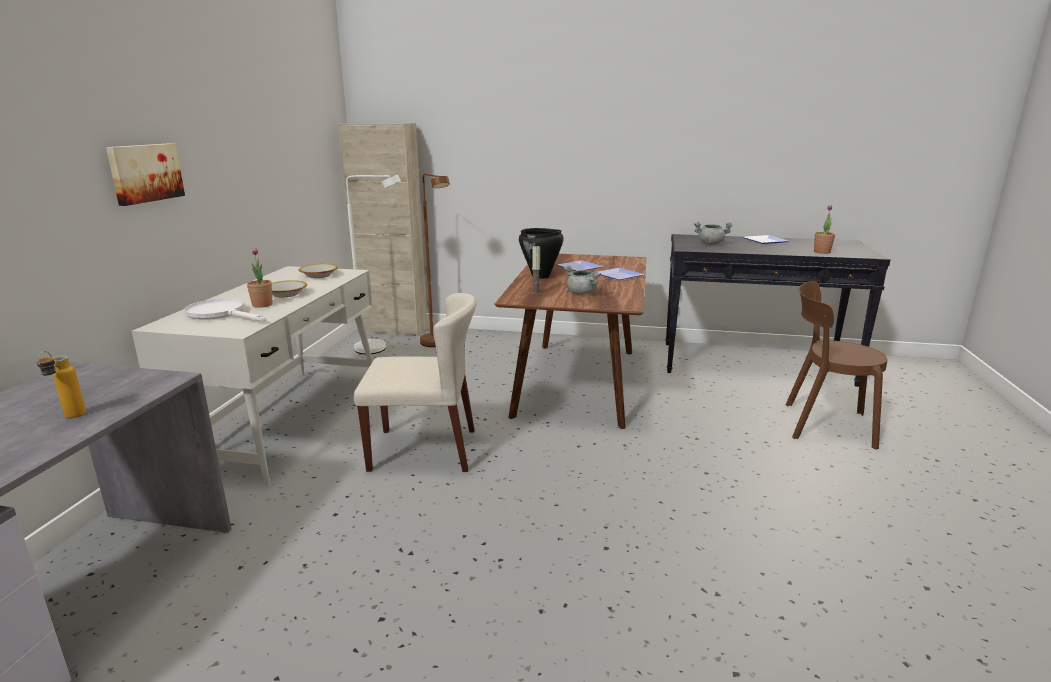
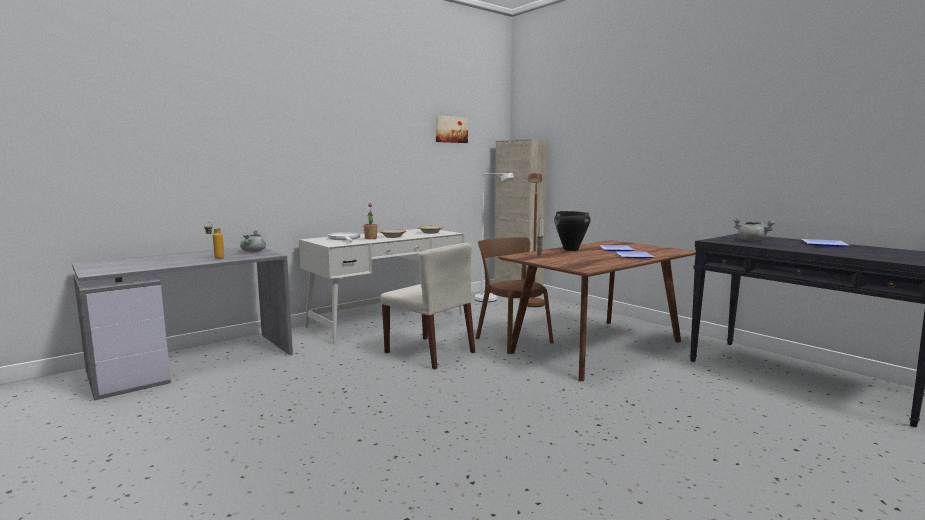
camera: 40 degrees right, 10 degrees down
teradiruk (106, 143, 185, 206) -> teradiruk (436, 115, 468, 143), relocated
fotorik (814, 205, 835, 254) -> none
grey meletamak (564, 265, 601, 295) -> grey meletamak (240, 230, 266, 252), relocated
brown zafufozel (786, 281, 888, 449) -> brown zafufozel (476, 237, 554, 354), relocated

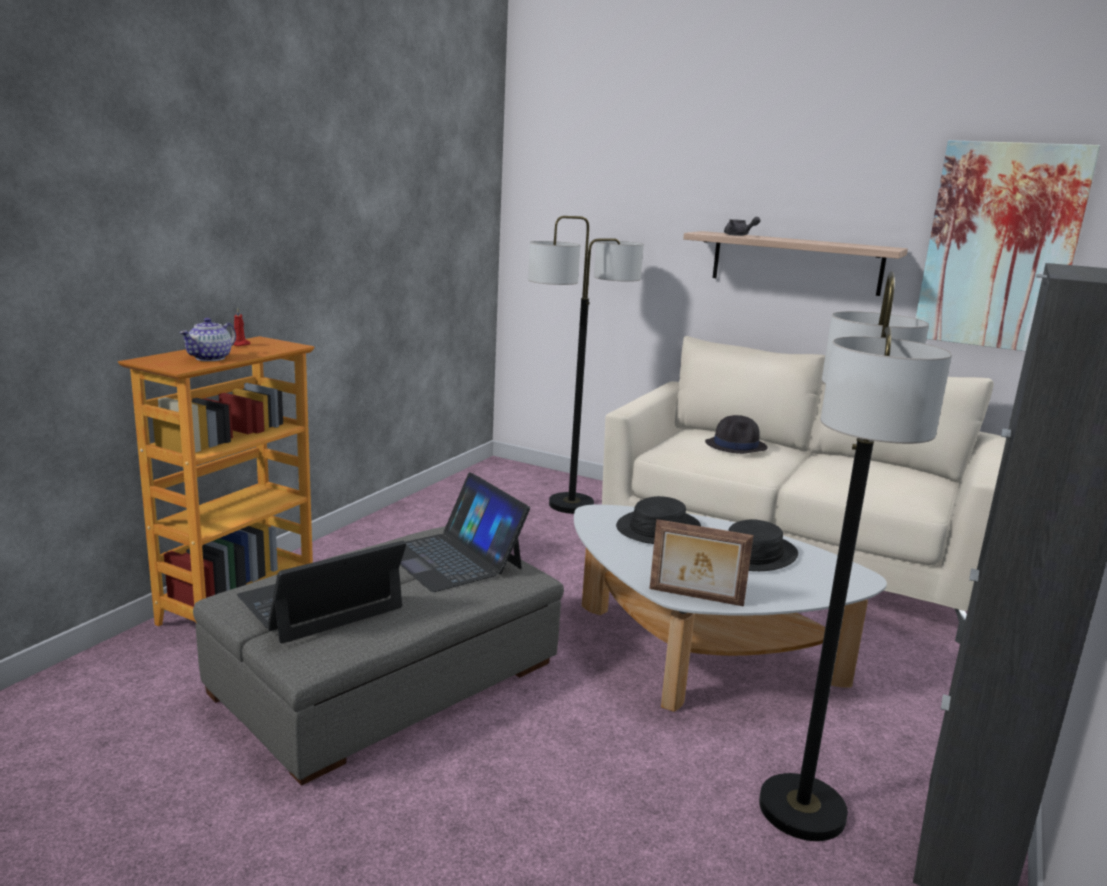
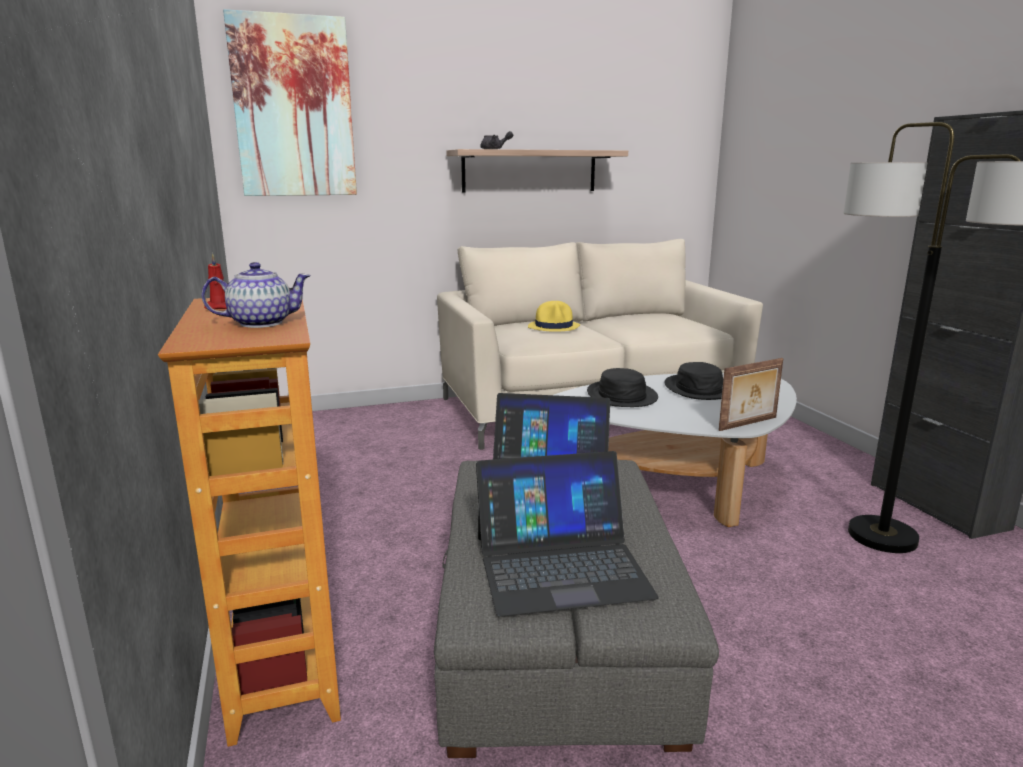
camera: 45 degrees left, 0 degrees up
teradiruk (916, 140, 1100, 351) -> teradiruk (223, 9, 357, 196), relocated
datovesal (528, 216, 644, 514) -> none
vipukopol (179, 318, 236, 361) -> vipukopol (201, 262, 311, 328), 90 degrees counterclockwise
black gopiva (705, 415, 767, 454) -> yellow gopiva (528, 301, 580, 332)
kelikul (237, 541, 406, 644) -> kelikul (476, 451, 658, 616), 105 degrees counterclockwise

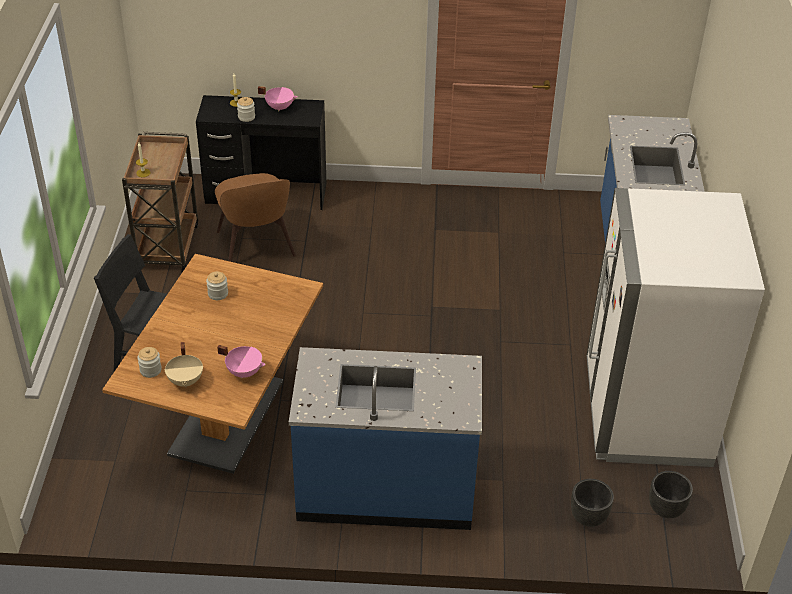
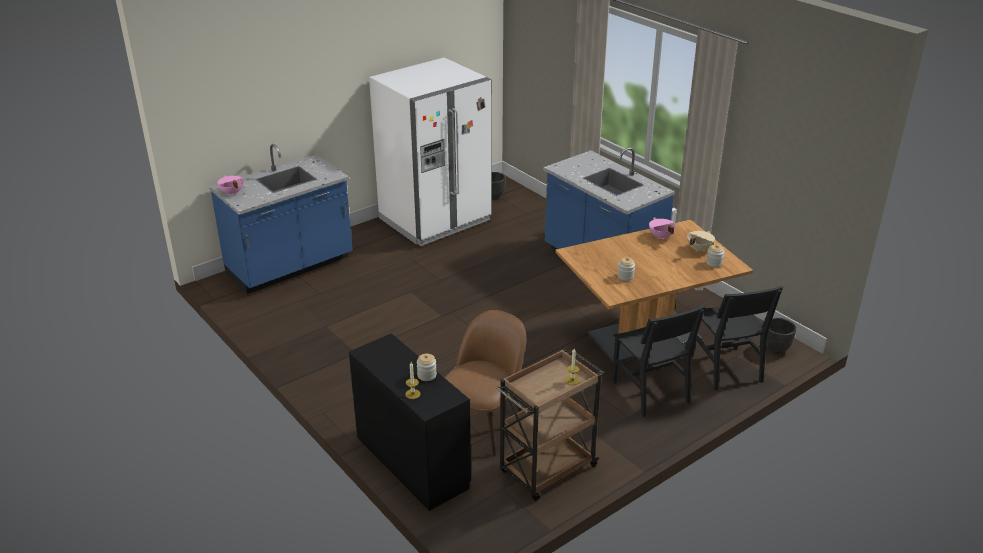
camera: 130 degrees left, 10 degrees down
pink meletamak (258, 86, 298, 112) -> pink meletamak (217, 175, 244, 195), relocated
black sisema (571, 479, 614, 527) -> black sisema (766, 318, 796, 353), relocated
none -> black zafufozel (691, 286, 783, 390)

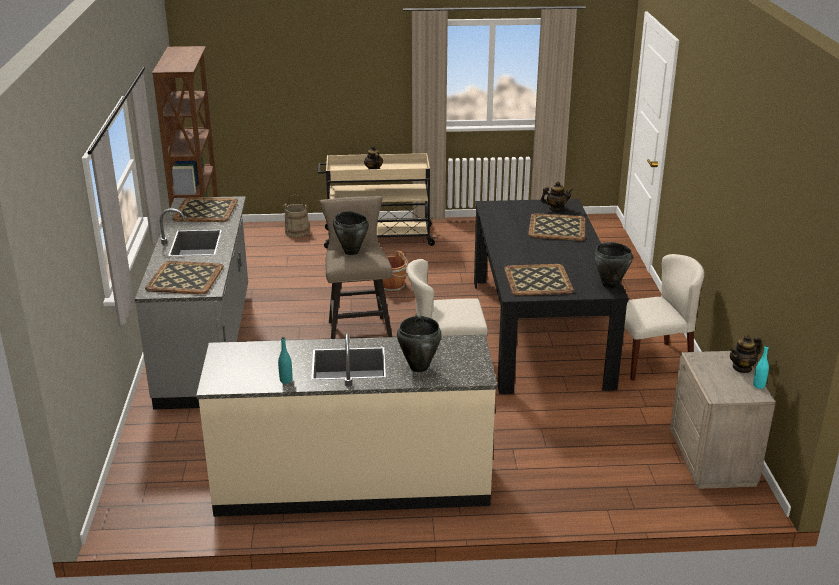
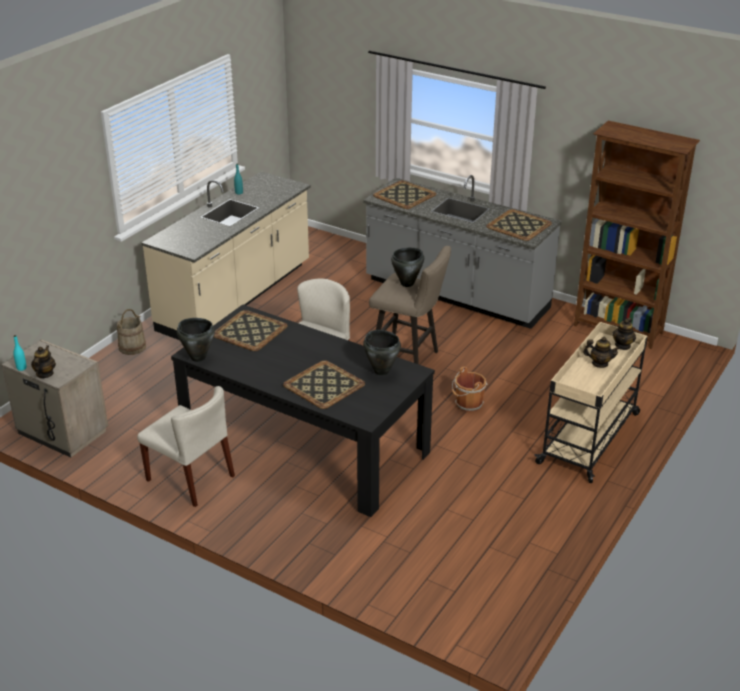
camera: 125 degrees right, 5 degrees up
vipukopol (541, 181, 573, 211) -> vipukopol (612, 317, 636, 350), relocated
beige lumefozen (283, 195, 310, 237) -> beige lumefozen (117, 309, 146, 355), relocated
beige zafufozel (624, 254, 704, 381) -> beige zafufozel (137, 386, 235, 507), 75 degrees counterclockwise
black meletamak (397, 316, 442, 372) -> black meletamak (363, 330, 401, 375), relocated

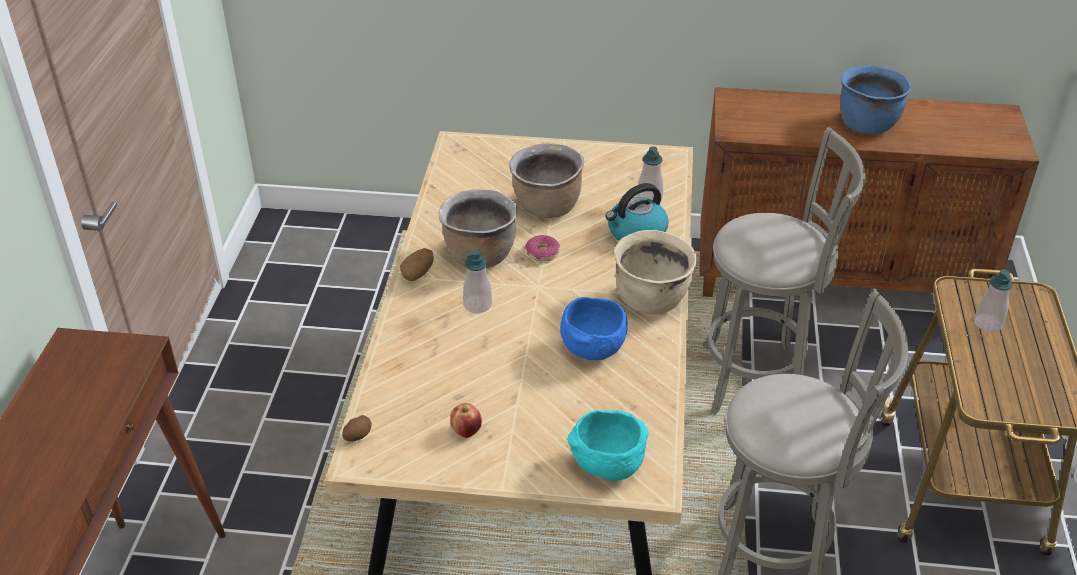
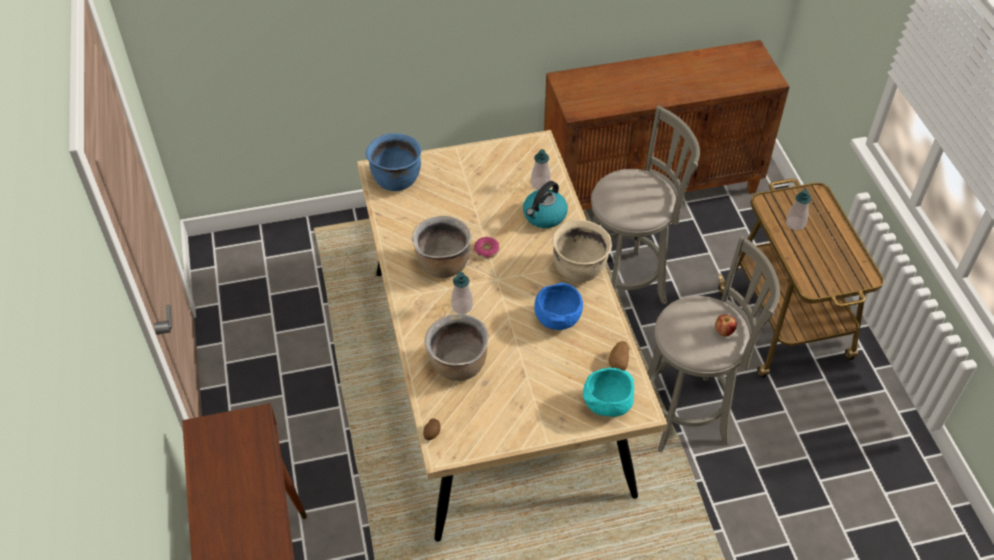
camera: 20 degrees left, 10 degrees up
blue meletamak (840, 65, 912, 134) -> blue meletamak (365, 133, 422, 191), relocated
brown meletamak (509, 143, 584, 218) -> brown meletamak (425, 314, 488, 381), relocated
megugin (400, 248, 434, 281) -> megugin (609, 341, 629, 371), relocated
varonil (450, 403, 482, 438) -> varonil (715, 314, 737, 336), relocated

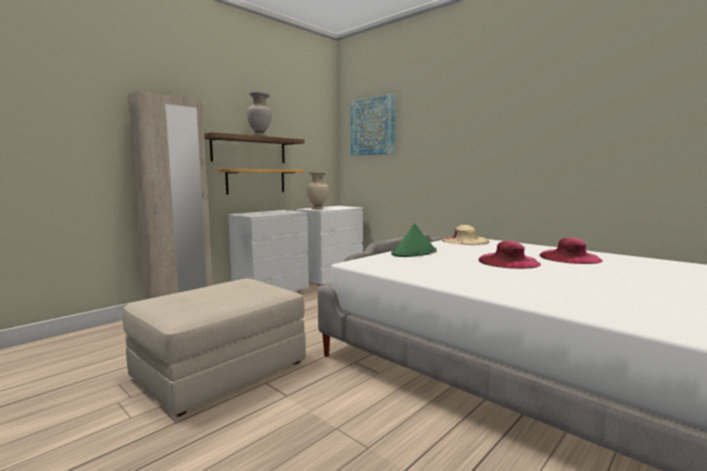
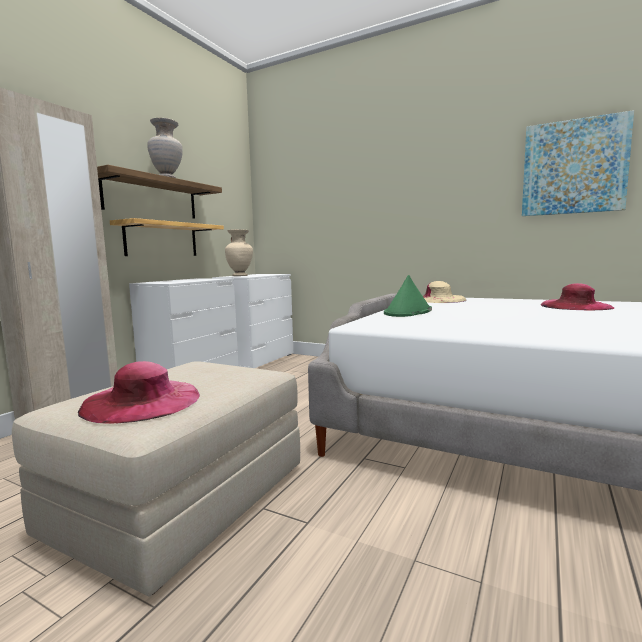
camera: 15 degrees left, 0 degrees up
teradiruk (351, 94, 396, 156) -> teradiruk (522, 110, 634, 216), relocated
pink gopiva (478, 240, 541, 269) -> pink gopiva (78, 361, 200, 424), relocated

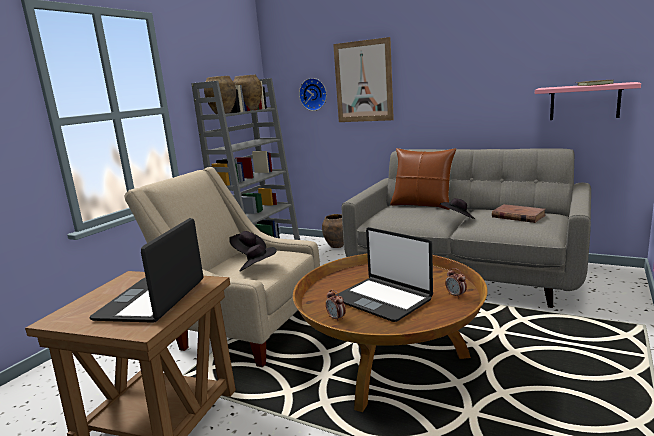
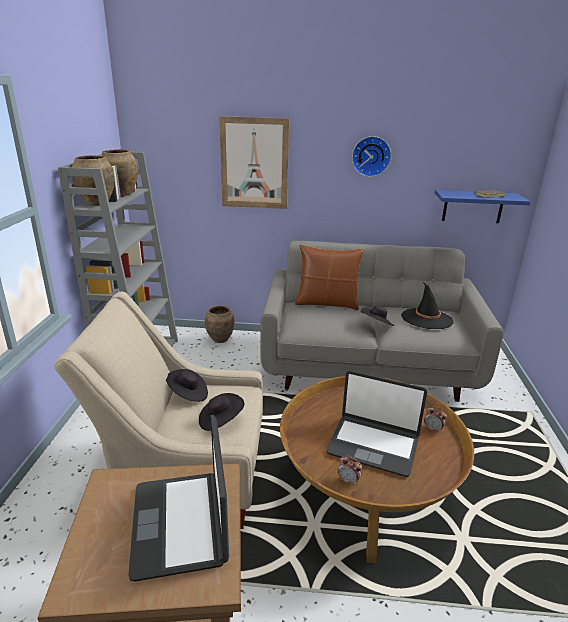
camera: 25 degrees left, 10 degrees up
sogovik (299, 78, 327, 111) -> sogovik (352, 136, 391, 177), relocated
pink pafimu (535, 82, 641, 120) -> blue pafimu (435, 190, 530, 223)
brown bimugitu (492, 204, 546, 223) -> black gopiva (401, 282, 454, 329)

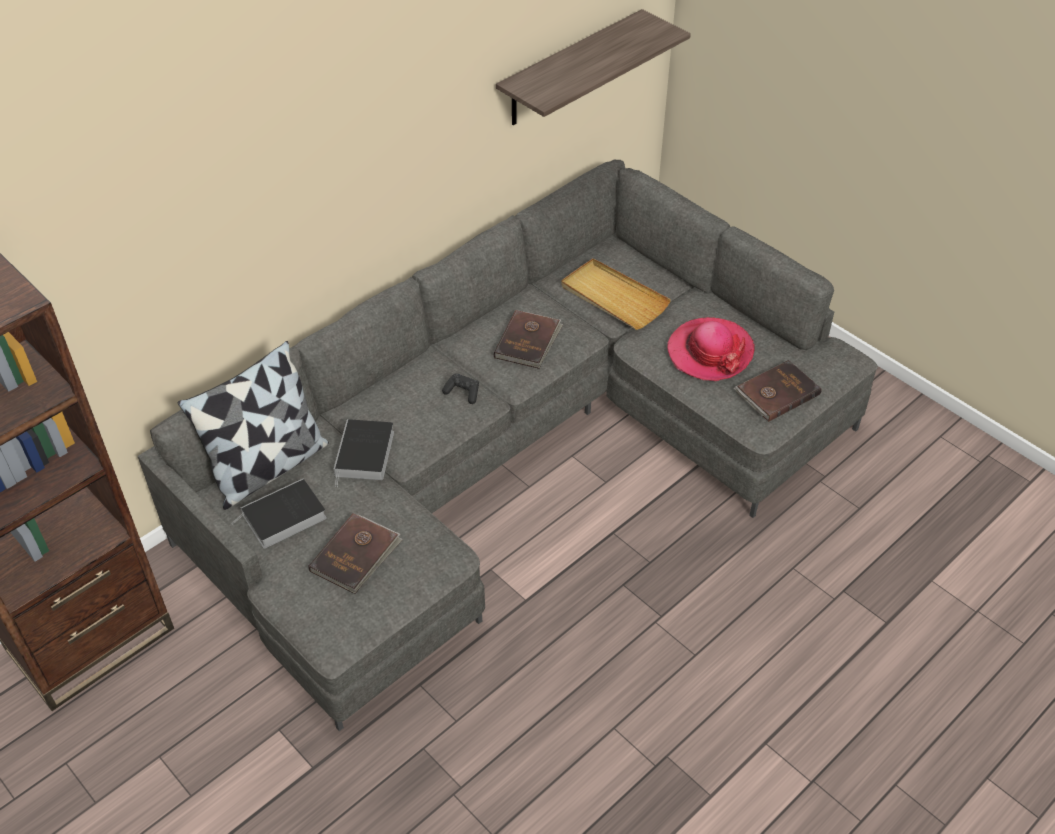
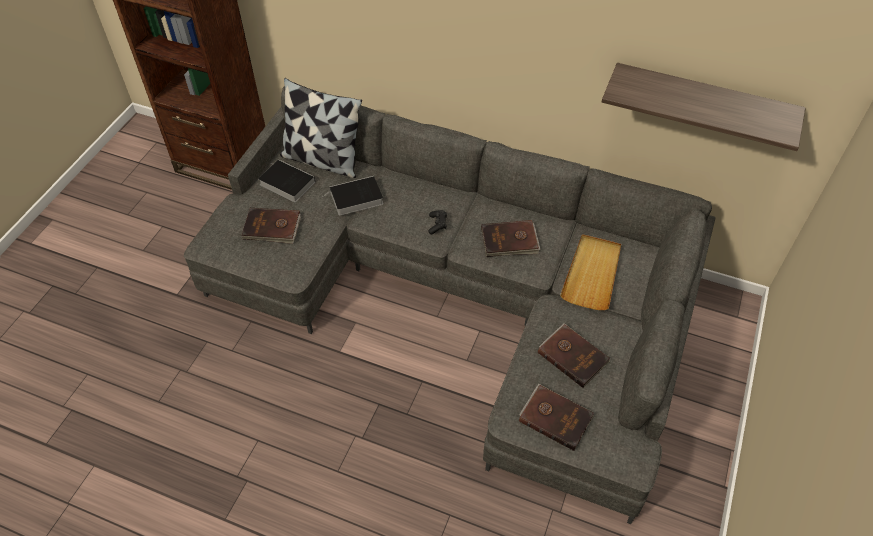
camera: 65 degrees right, 5 degrees up
gopiva (667, 317, 754, 381) -> brown bimugitu (538, 323, 610, 388)

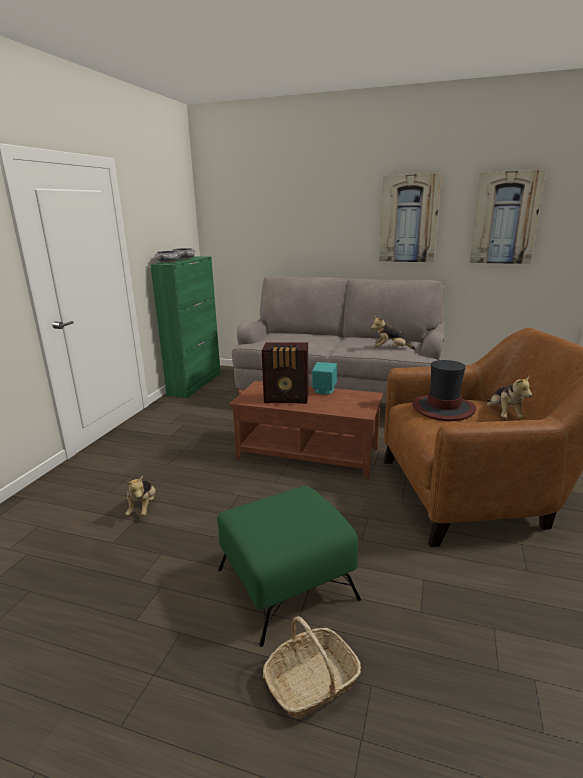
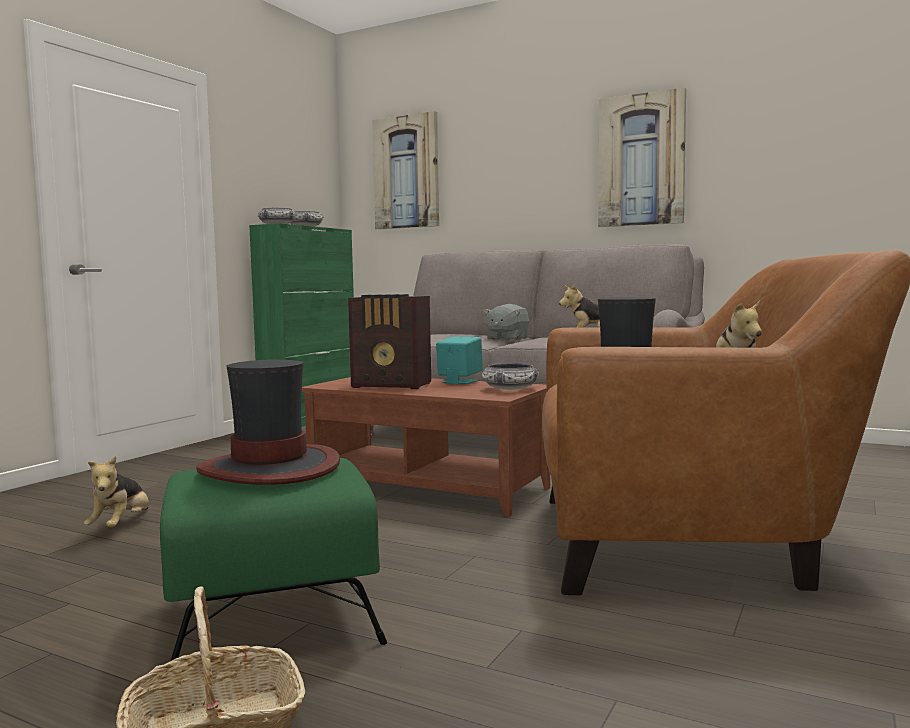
camera: 10 degrees right, 15 degrees down
teradiruk (470, 170, 545, 264) -> teradiruk (372, 111, 439, 230), relocated
none -> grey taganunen (483, 304, 529, 341)
none -> gopiva (196, 359, 340, 485)
none -> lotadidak (482, 363, 539, 390)

